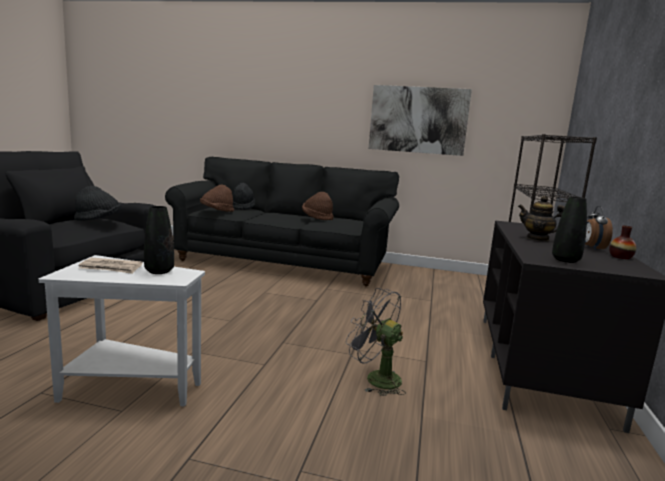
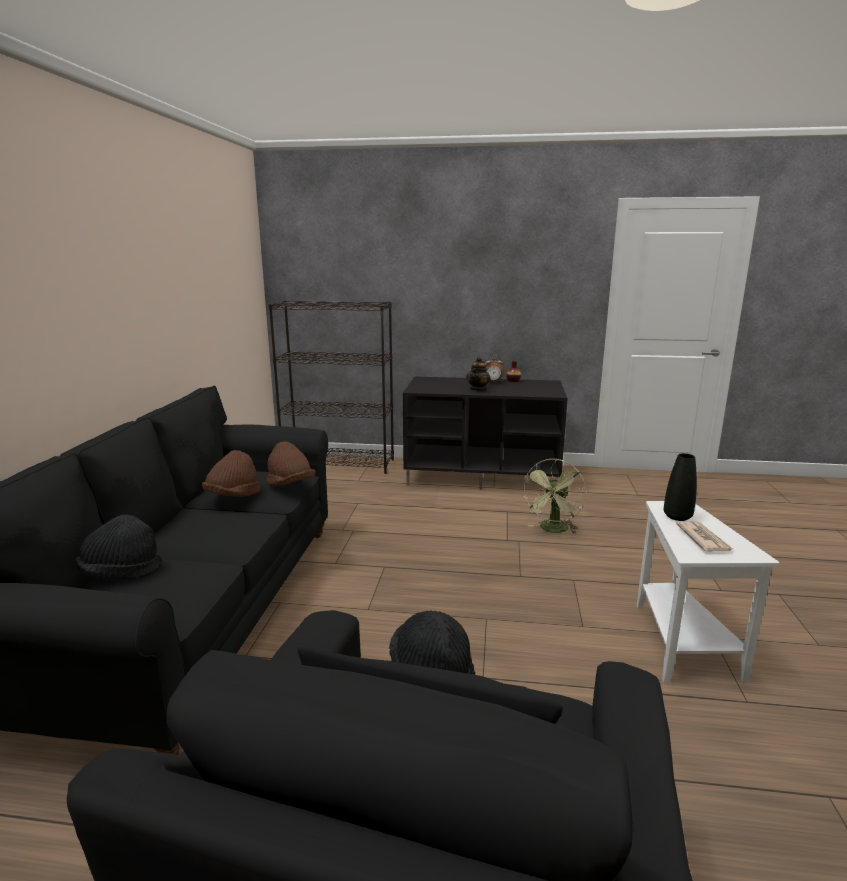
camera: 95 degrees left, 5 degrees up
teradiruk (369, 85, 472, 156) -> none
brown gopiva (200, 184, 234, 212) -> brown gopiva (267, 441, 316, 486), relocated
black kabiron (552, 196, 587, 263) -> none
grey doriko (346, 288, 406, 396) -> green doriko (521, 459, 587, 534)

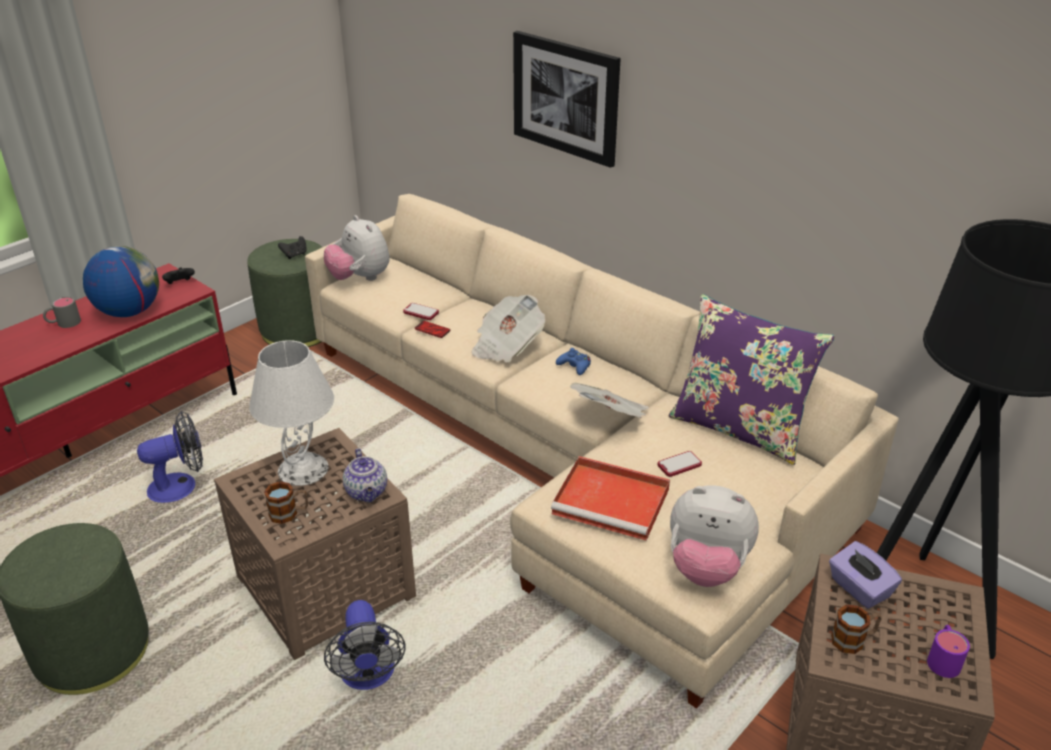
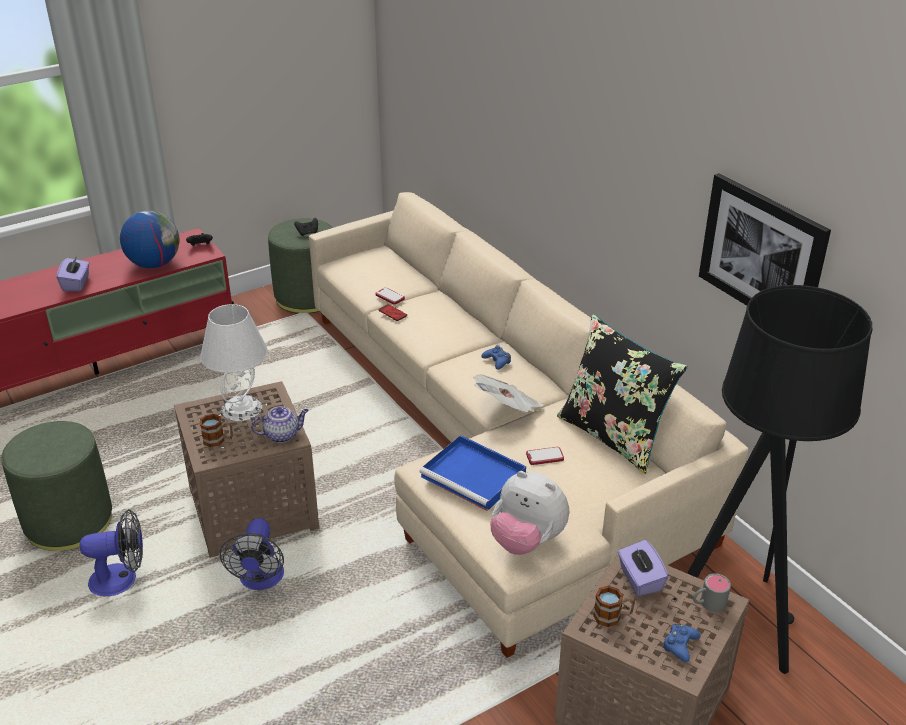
camera: 15 degrees right, 0 degrees up
teradiruk (513, 31, 621, 168) -> teradiruk (699, 173, 831, 306), relocated
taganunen (324, 215, 390, 281) -> none
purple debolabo (669, 294, 835, 465) -> black debolabo (557, 314, 688, 474)
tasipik (471, 295, 545, 363) -> none
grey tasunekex (43, 296, 81, 328) -> grey tasunekex (693, 573, 731, 612), relocated
doriko (137, 411, 203, 503) -> doriko (80, 509, 143, 596), relocated
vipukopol (343, 448, 387, 503) -> vipukopol (251, 406, 309, 443), 105 degrees counterclockwise
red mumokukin (551, 456, 670, 541) -> blue mumokukin (420, 435, 526, 511)
purple tasunekex (927, 625, 970, 678) -> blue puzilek (662, 623, 701, 662)
none -> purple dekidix (57, 256, 89, 291)

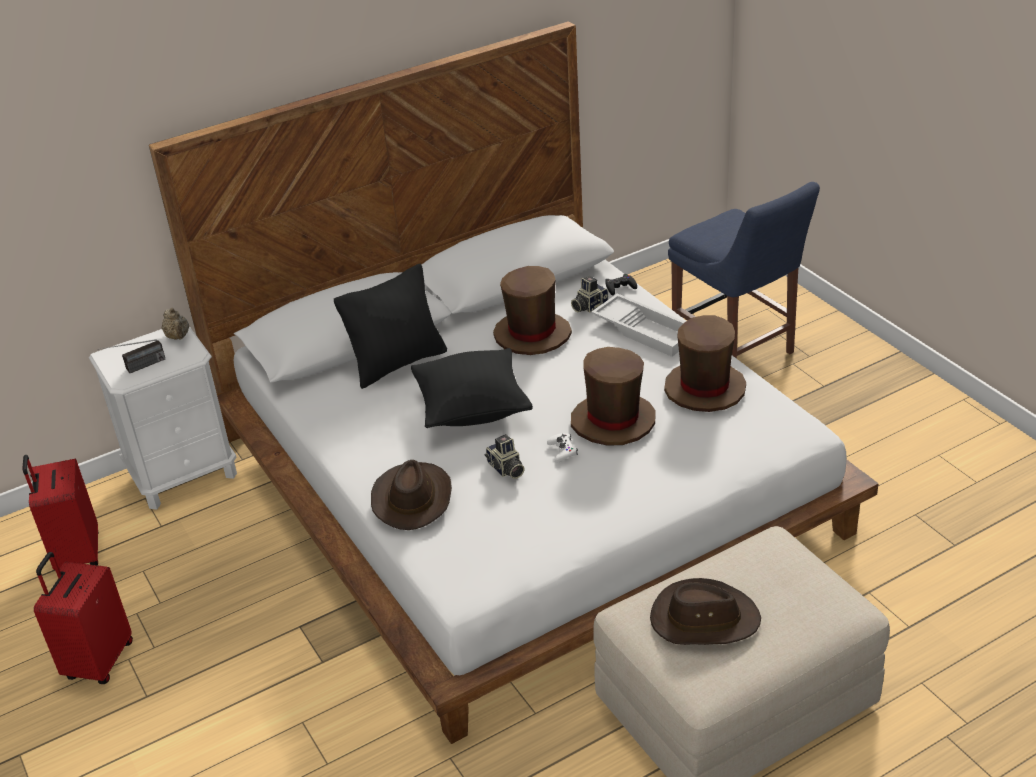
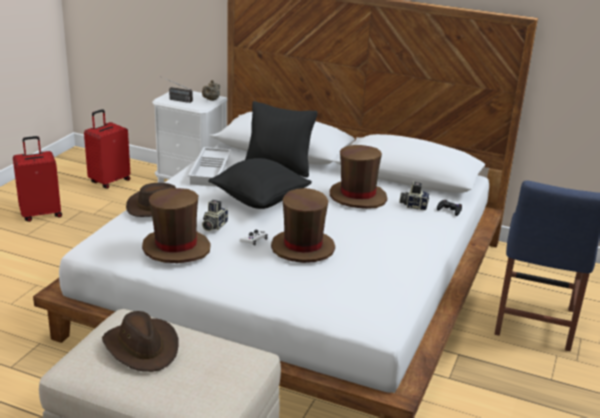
camera: 50 degrees right, 10 degrees down
white mumokukin (591, 293, 685, 357) -> white mumokukin (188, 147, 232, 187), relocated
brown gopiva (664, 315, 746, 412) -> brown gopiva (142, 188, 210, 263), relocated

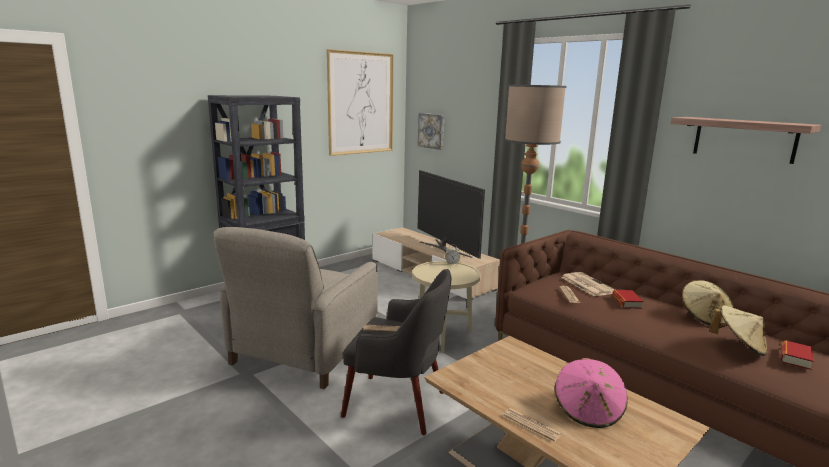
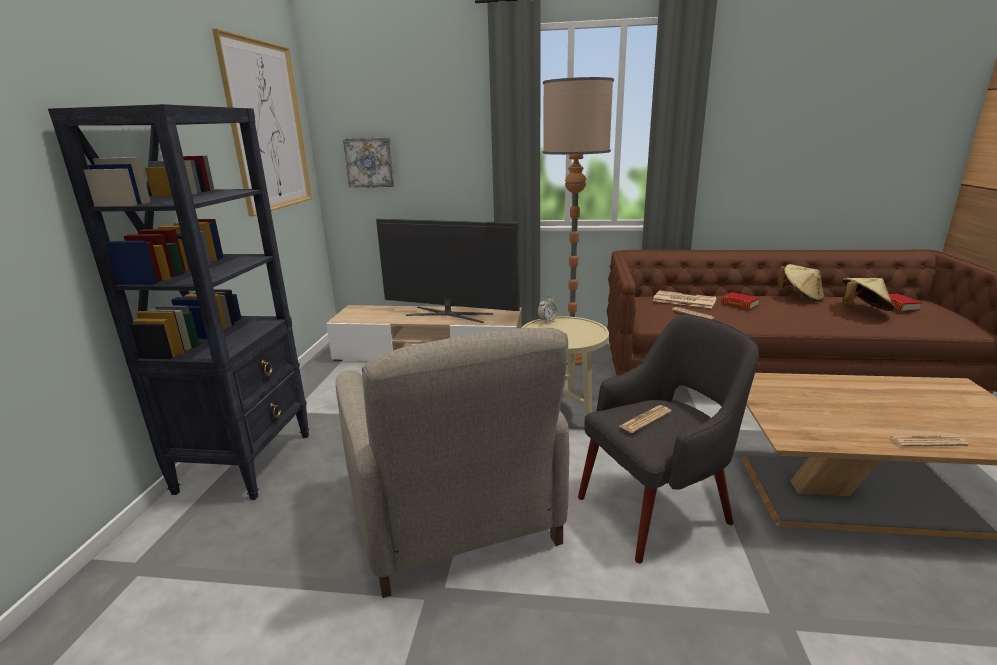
camera: 40 degrees left, 5 degrees up
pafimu (670, 117, 822, 164) -> none
pink gopiva (554, 358, 628, 428) -> none

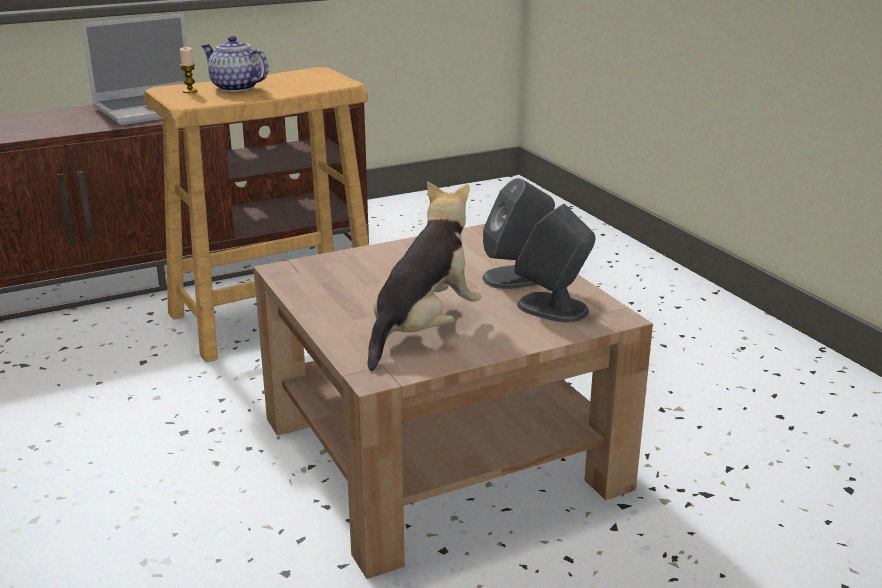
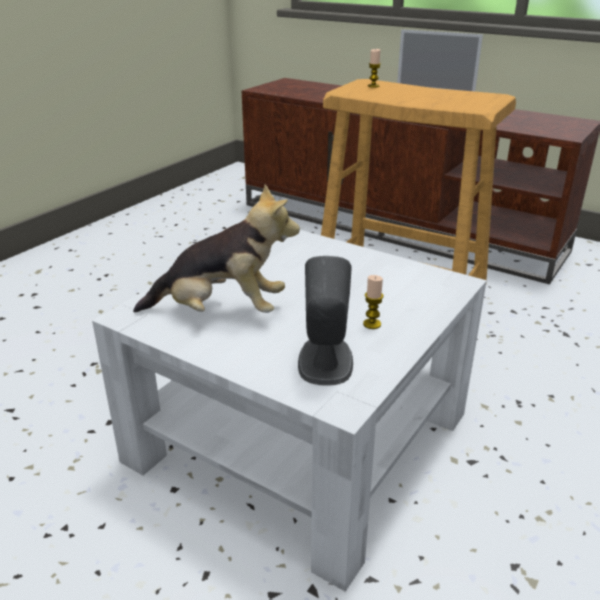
camera: 60 degrees right, 5 degrees up
vipukopol (202, 36, 268, 92) -> none
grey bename (482, 178, 555, 289) -> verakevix (363, 275, 383, 329)
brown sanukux (253, 224, 653, 579) -> white sanukux (92, 230, 487, 592)

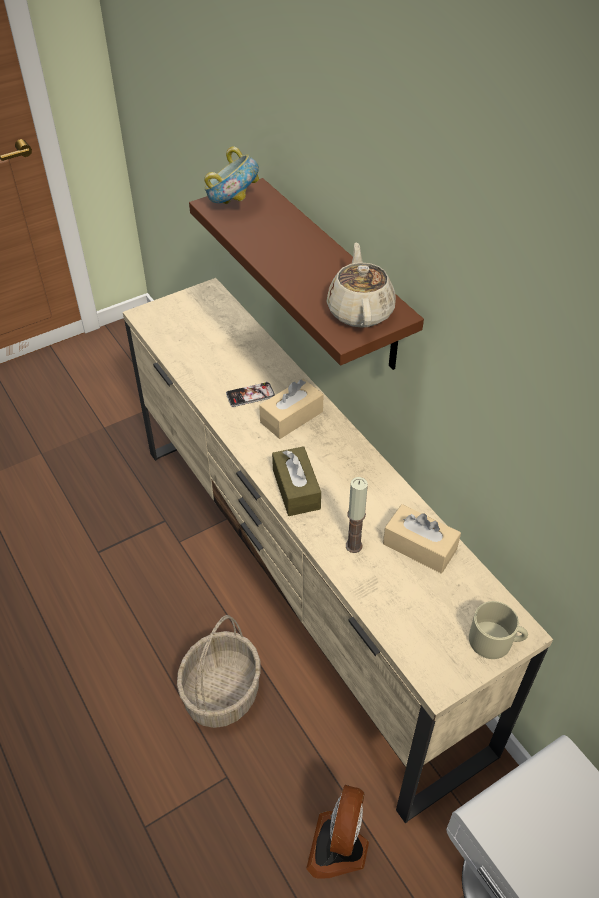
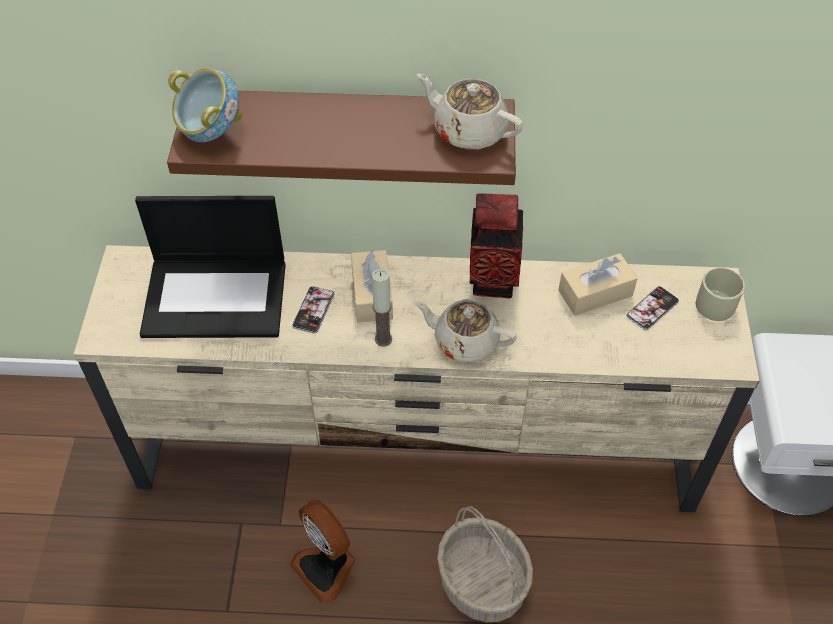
camera: 55 degrees left, 5 degrees up
brown dekidix (272, 446, 321, 516) -> beige vipukopol (414, 299, 516, 363)
verakevix (346, 477, 368, 553) -> verakevix (372, 268, 392, 347), relocated
doriko (306, 785, 369, 879) -> doriko (289, 500, 355, 604), relocated
none -> kabiron (470, 194, 523, 299)
none -> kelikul (135, 196, 286, 338)
none -> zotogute (626, 286, 679, 330)

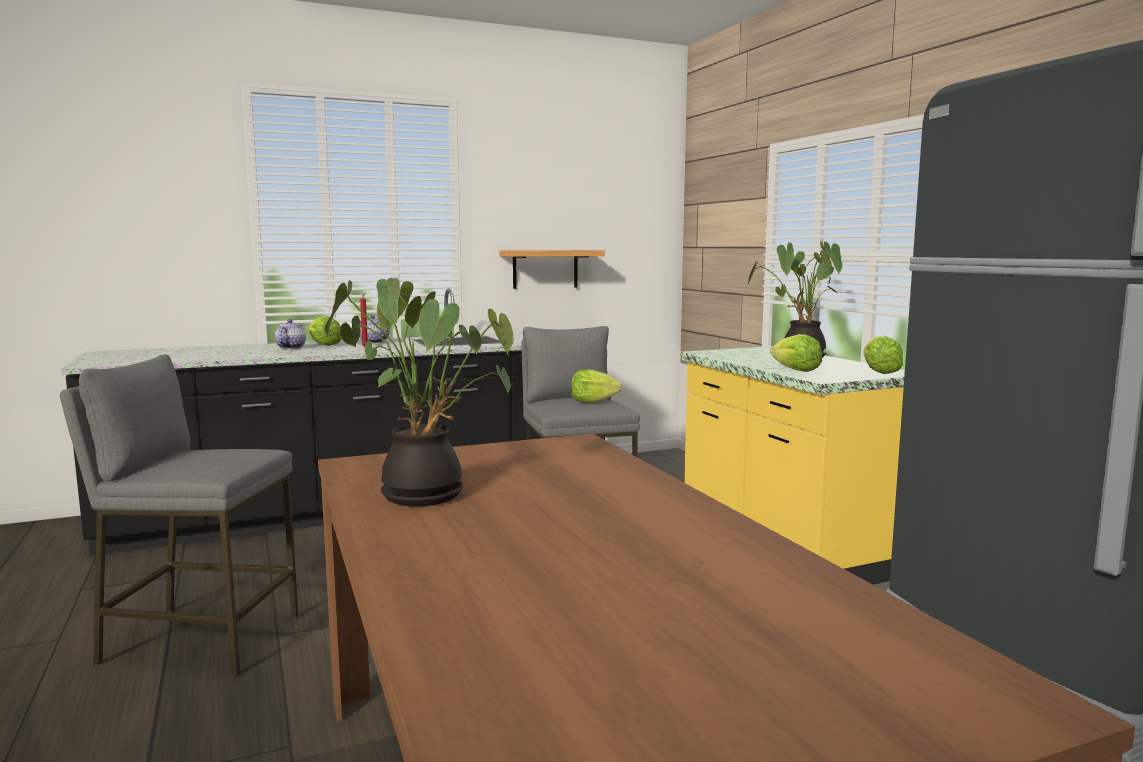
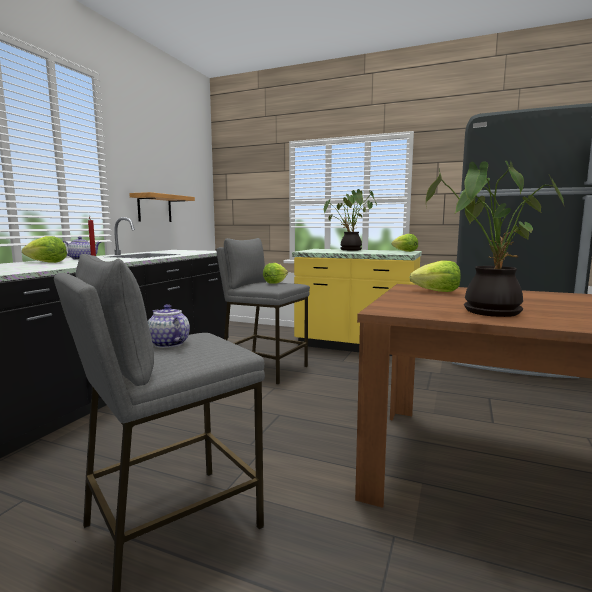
camera: 45 degrees left, 0 degrees up
vipukopol (275, 319, 306, 349) -> vipukopol (148, 304, 190, 348), relocated
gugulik (770, 334, 822, 372) -> gugulik (409, 261, 461, 292), relocated

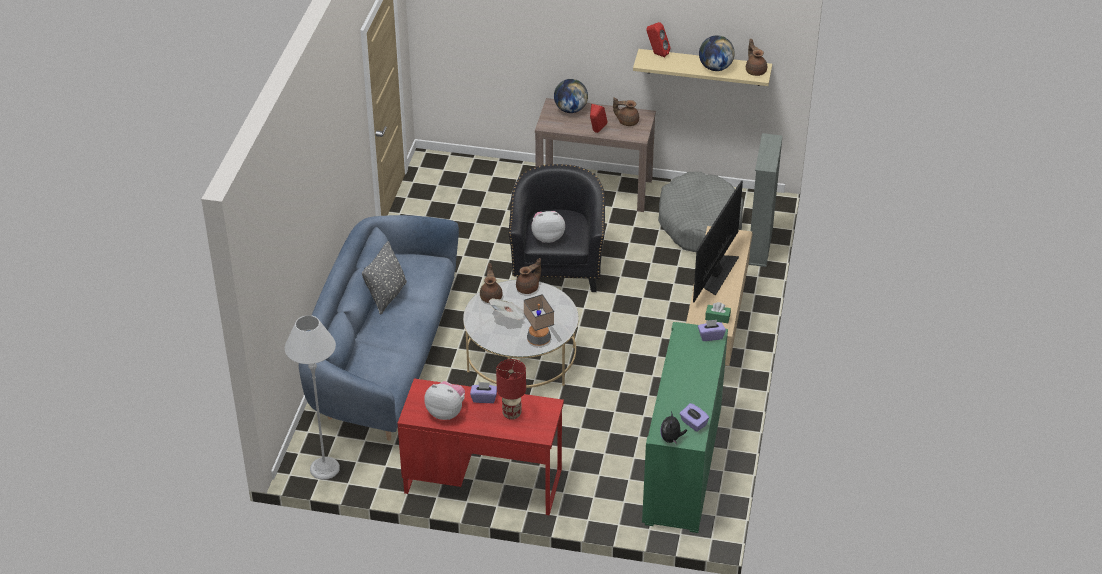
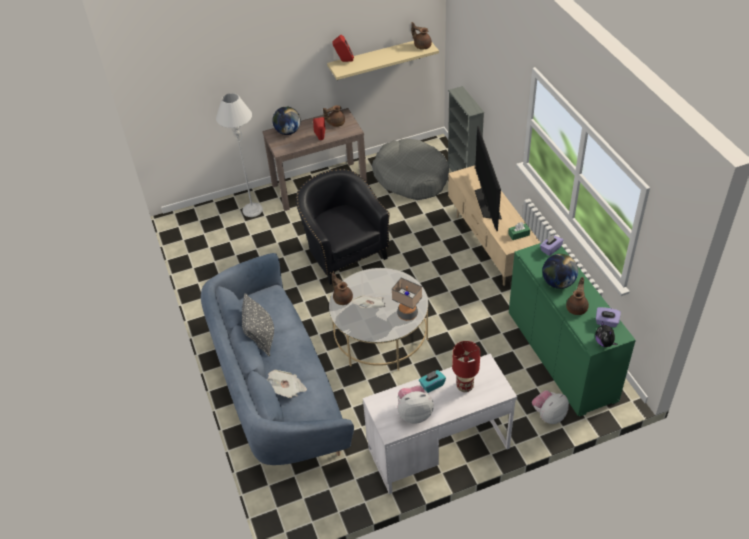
camera: 30 degrees left, 5 degrees up
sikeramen (699, 35, 735, 71) -> sikeramen (542, 254, 578, 289), relocated
taganunen (531, 211, 565, 243) -> taganunen (532, 390, 569, 424), relocated
brown vipukopol (516, 258, 541, 294) -> brown vipukopol (566, 277, 589, 315), relocated
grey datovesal (285, 315, 340, 480) -> grey datovesal (216, 93, 263, 217), relocated
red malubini (397, 379, 564, 515) -> white malubini (363, 354, 517, 494)
purple dekidix (470, 382, 497, 403) -> turquoise dekidix (419, 370, 446, 393)
none -> tasipik (267, 370, 307, 398)

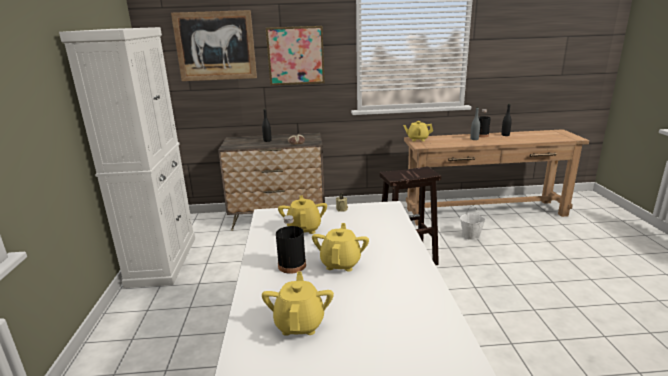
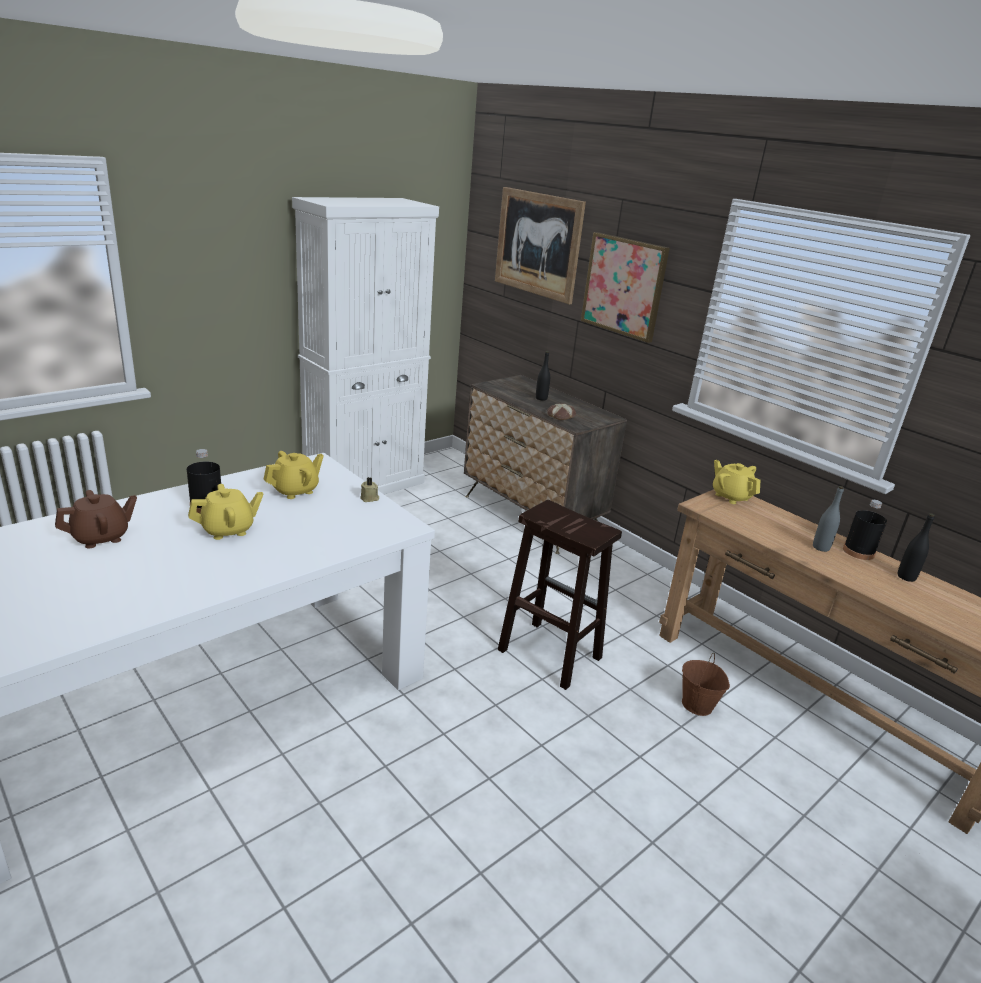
camera: 50 degrees right, 5 degrees up
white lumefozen (460, 206, 486, 240) -> brown lumefozen (682, 653, 730, 716)
yellow vipukopol (262, 271, 334, 336) -> brown vipukopol (55, 490, 137, 548)

